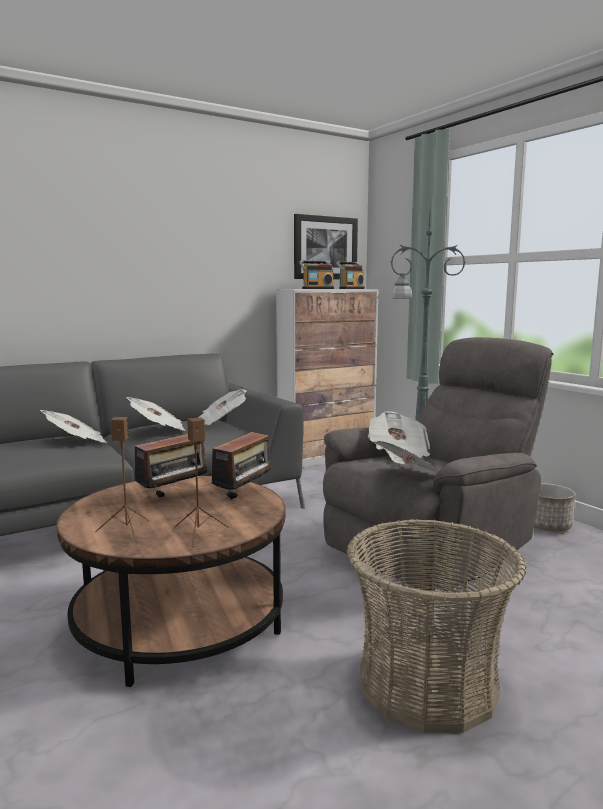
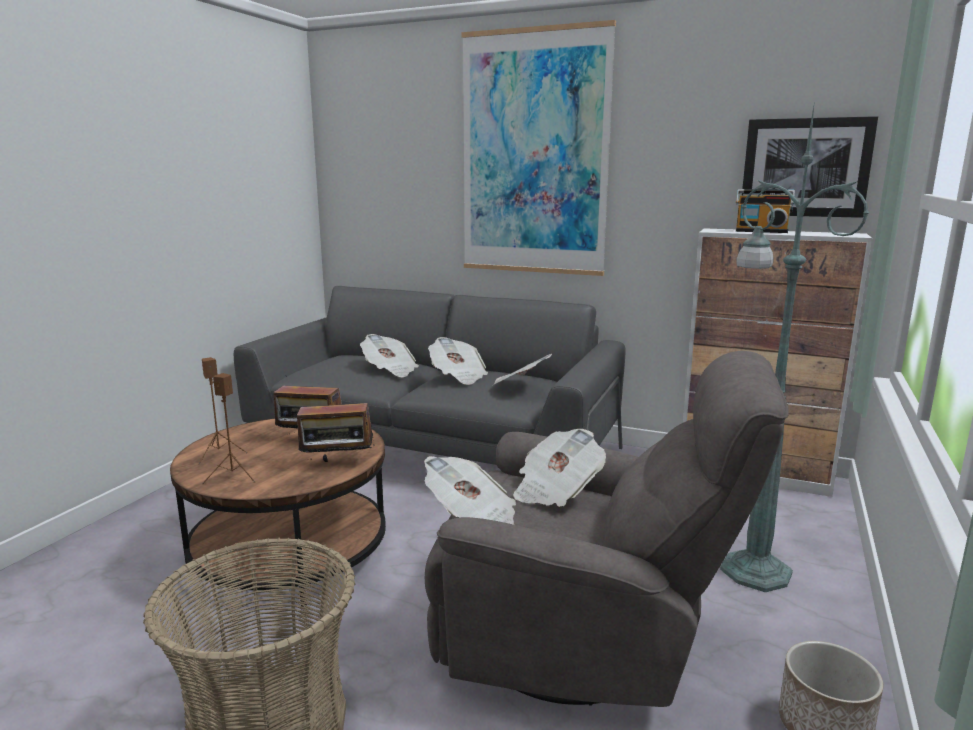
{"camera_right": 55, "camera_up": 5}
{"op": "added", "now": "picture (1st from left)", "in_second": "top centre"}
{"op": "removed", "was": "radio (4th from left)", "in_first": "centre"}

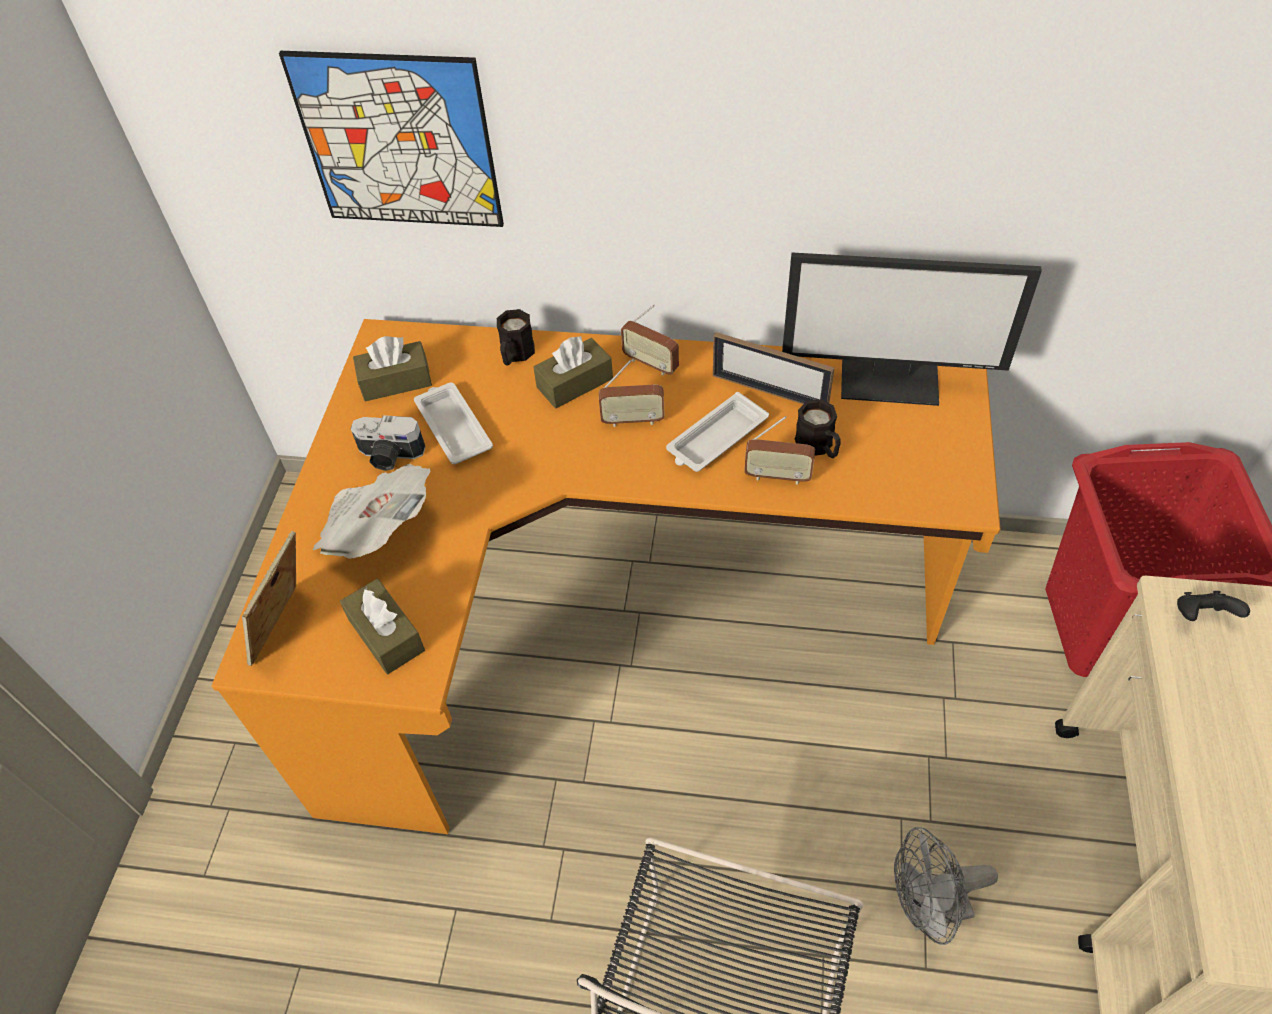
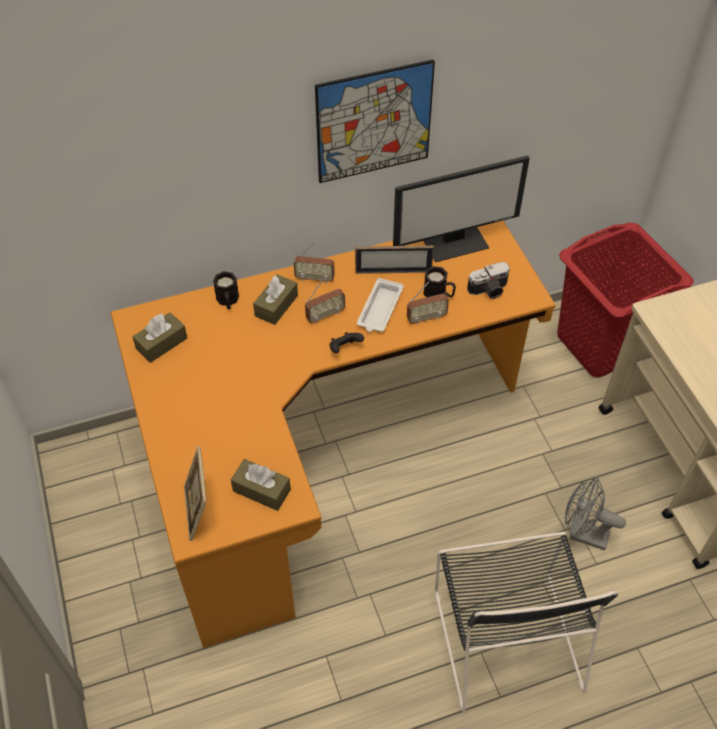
{"camera_right": -30, "camera_up": 0}
{"op": "moved", "was": "picture", "in_first": "top left", "in_second": "top centre"}
{"op": "moved", "was": "game controller (black)", "in_first": "middle right", "in_second": "centre"}
{"op": "moved", "was": "photo camera", "in_first": "middle left", "in_second": "middle right"}
{"op": "turned", "was": "fan (grey)", "in_first": "bottom right", "in_second": "bottom right", "clockwise": 60}
{"op": "removed", "was": "newspaper", "in_first": "middle left"}
{"op": "removed", "was": "tray (white) (1st from left)", "in_first": "centre"}

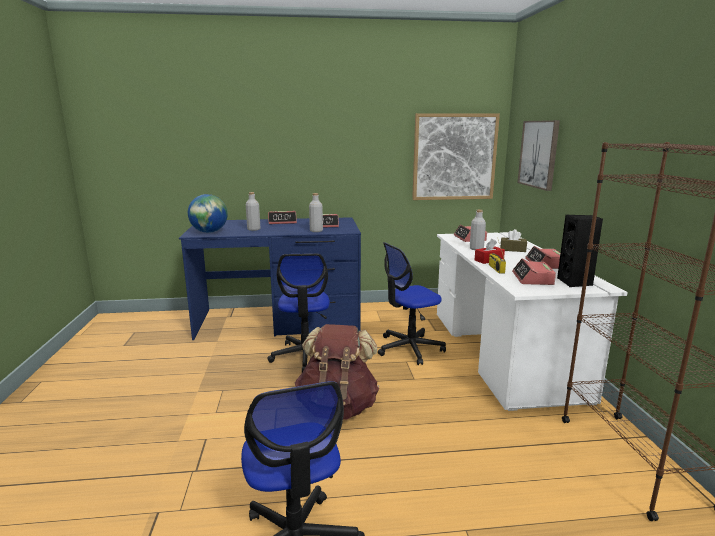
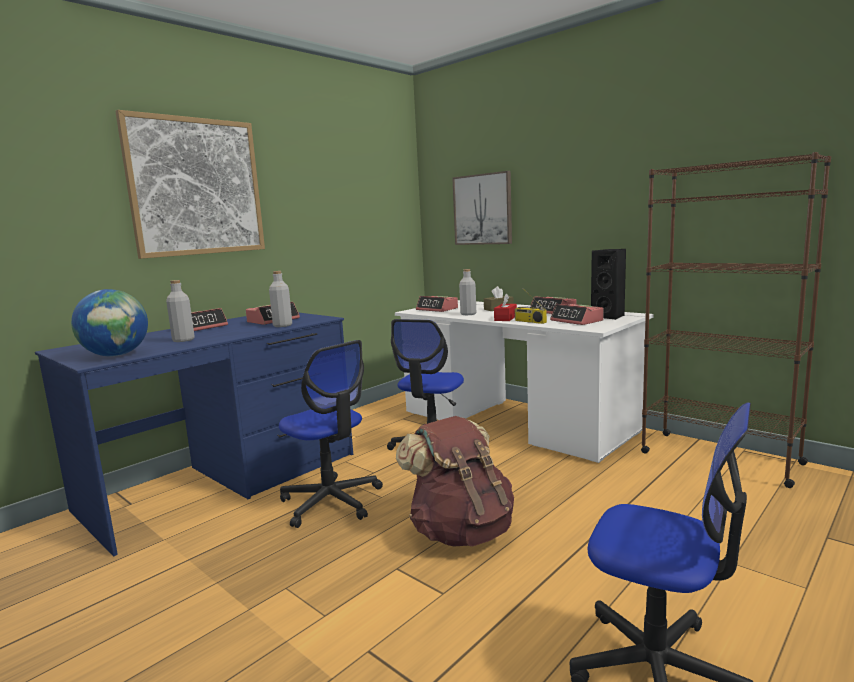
{"camera_right": -40, "camera_up": -5}
{"op": "moved", "was": "picture (1st from left)", "in_first": "top centre", "in_second": "top left"}

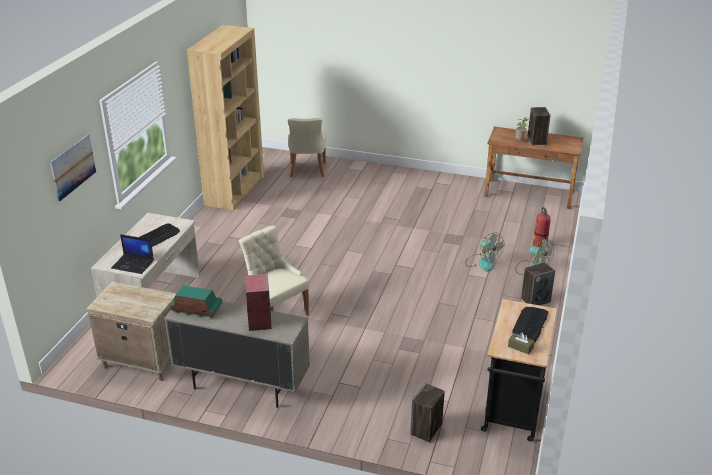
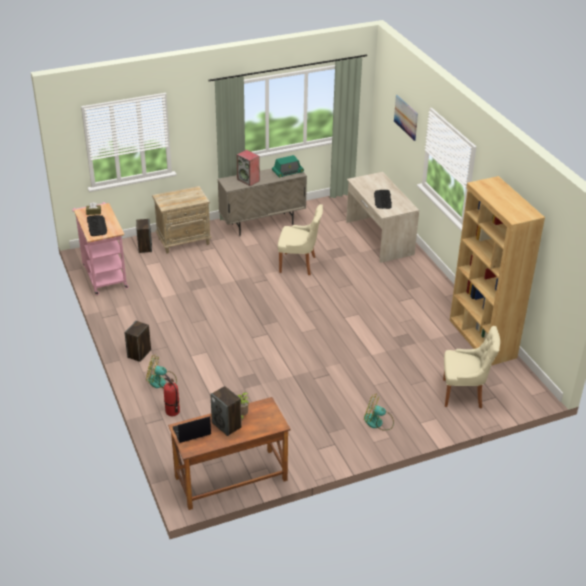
{"camera_right": 140, "camera_up": 5}
{"op": "recoloured", "was": "cart (black)", "now": "cart (pink)", "in_first": "bottom right", "in_second": "middle left"}
{"op": "moved", "was": "nightstand (beige)", "in_first": "bottom left", "in_second": "middle left"}
{"op": "moved", "was": "laptop", "in_first": "middle left", "in_second": "bottom left"}
{"op": "moved", "was": "fan (1st from left in the first image)", "now": "fan (2nd from left)", "in_first": "middle right", "in_second": "bottom centre"}
{"op": "turned", "was": "chair (beige) (2nd from left)", "in_first": "top centre", "in_second": "middle right", "clockwise": 135}

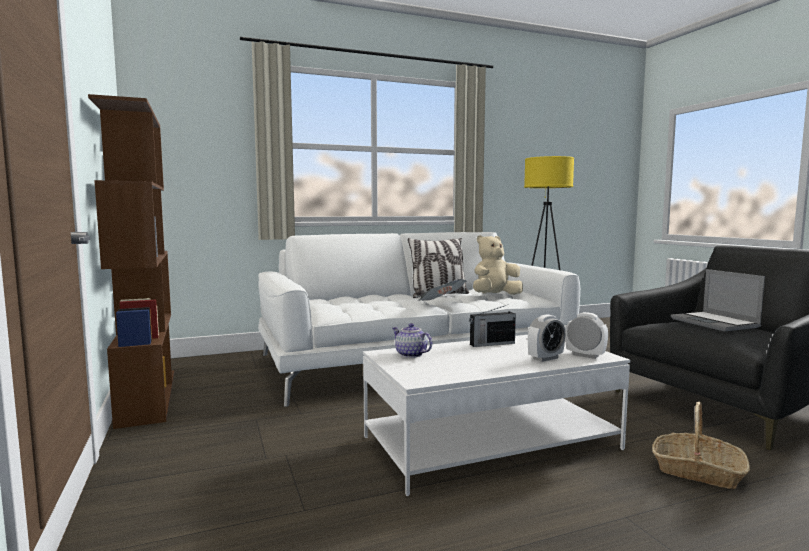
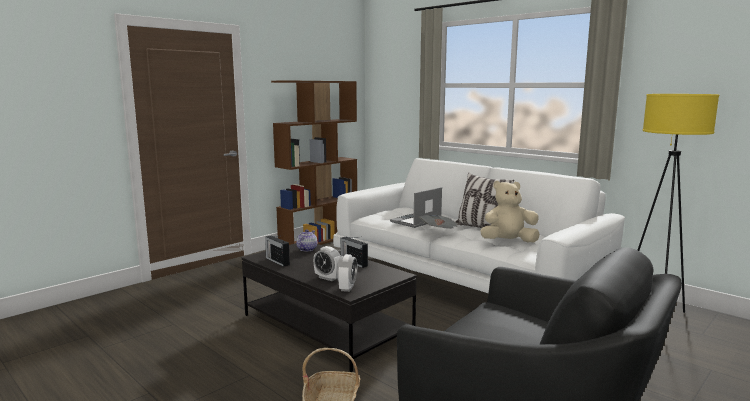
{"camera_right": 65, "camera_up": 5}
{"op": "recoloured", "was": "coffee table (white)", "now": "coffee table (black)", "in_first": "bottom centre", "in_second": "bottom centre"}
{"op": "added", "now": "radio (1st from left)", "in_second": "centre"}
{"op": "moved", "was": "laptop", "in_first": "middle right", "in_second": "centre"}
{"op": "turned", "was": "plush toy (beige)", "in_first": "centre", "in_second": "middle right", "clockwise": -45}

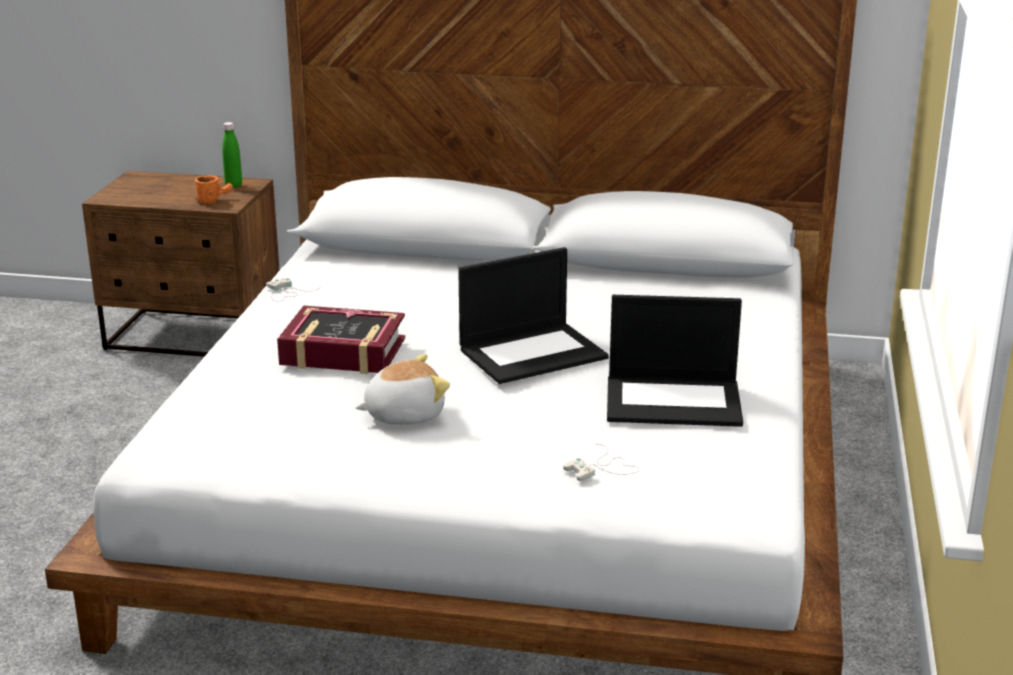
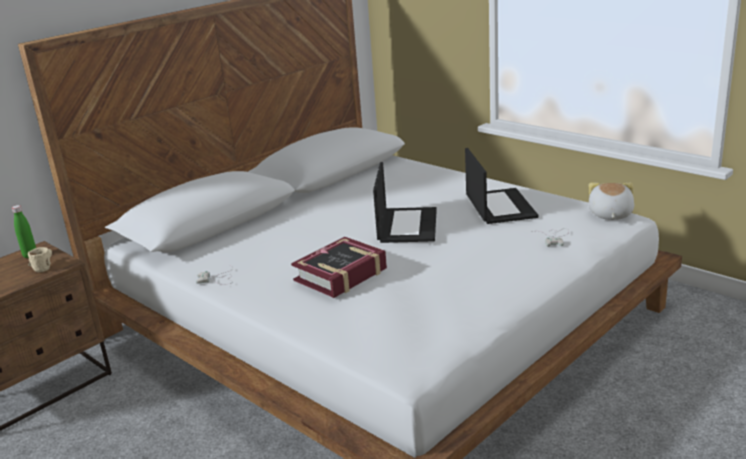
{"camera_right": -55, "camera_up": 0}
{"op": "recoloured", "was": "mug (orange)", "now": "mug (beige)", "in_first": "top left", "in_second": "middle left"}
{"op": "turned", "was": "laptop (2nd from left)", "in_first": "centre", "in_second": "middle right", "clockwise": -45}
{"op": "moved", "was": "plush toy", "in_first": "centre", "in_second": "middle right"}

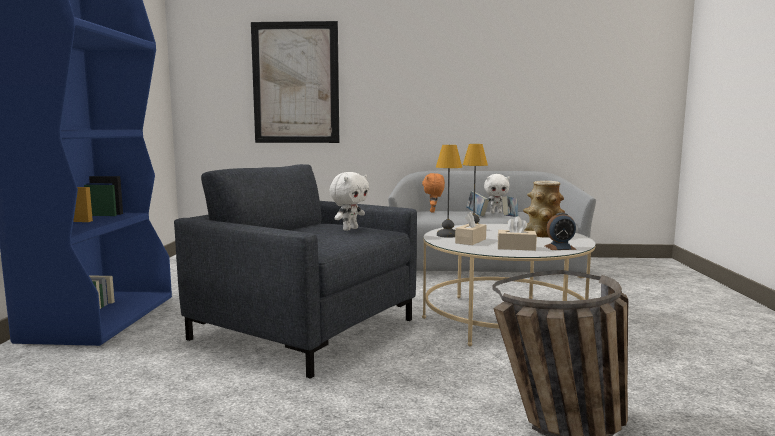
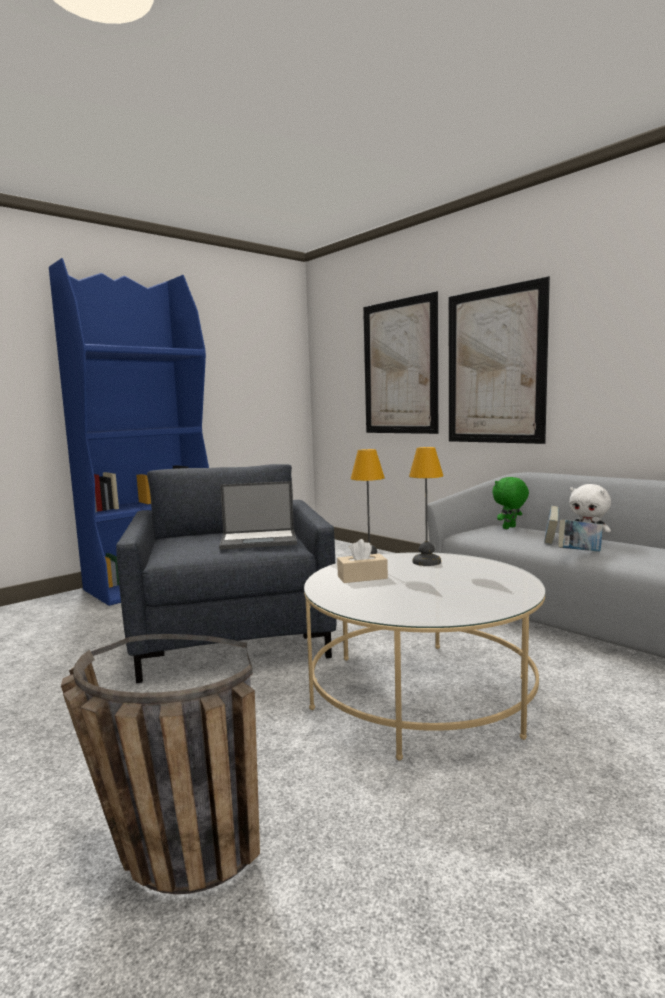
{"camera_right": 45, "camera_up": 0}
{"op": "replaced", "was": "plush toy (white) (1st from left)", "now": "laptop", "in_first": "centre", "in_second": "centre"}
{"op": "added", "now": "picture (2nd from left)", "in_second": "middle right"}
{"op": "recoloured", "was": "plush toy (orange)", "now": "plush toy (green)", "in_first": "centre", "in_second": "middle right"}
{"op": "removed", "was": "tissue box (beige) (2nd from left)", "in_first": "middle right"}
{"op": "removed", "was": "vase", "in_first": "middle right"}
{"op": "removed", "was": "alarm clock", "in_first": "middle right"}

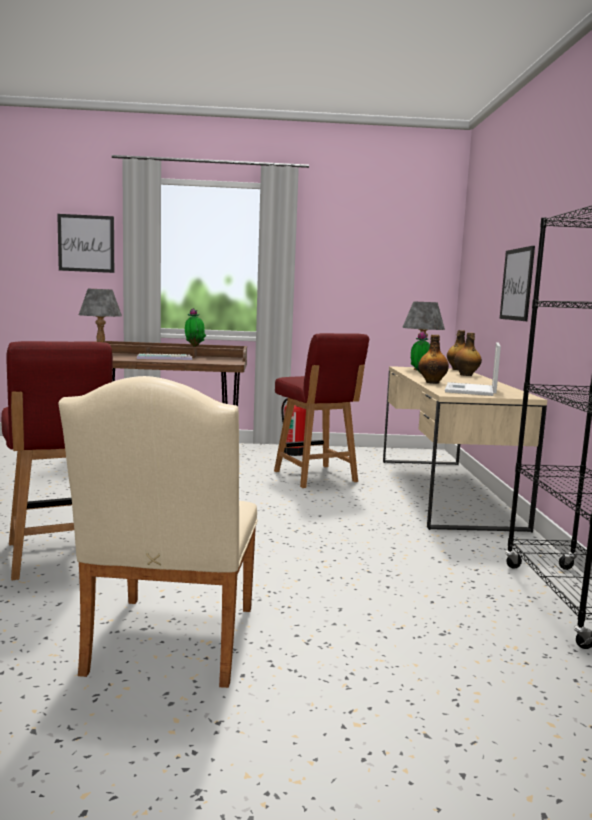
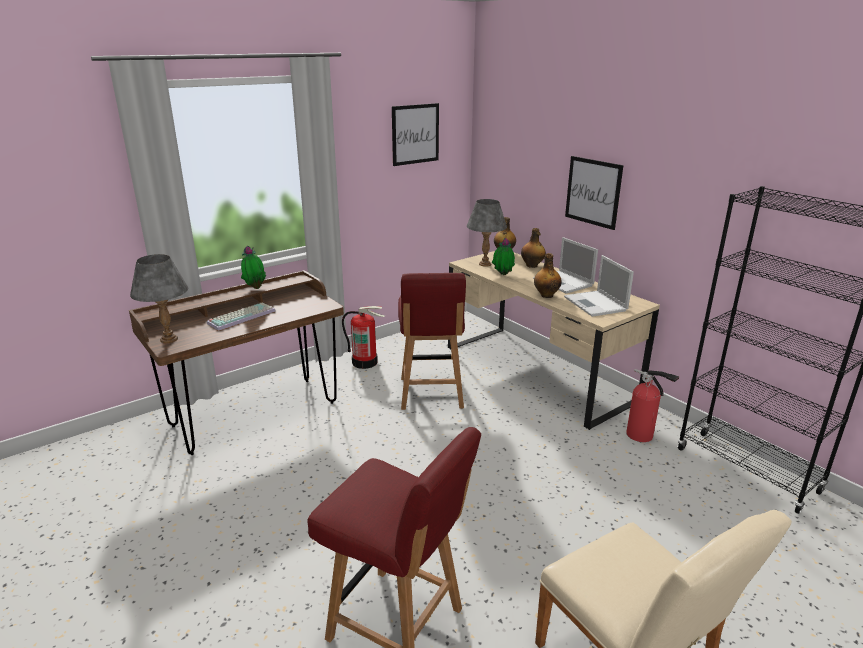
{"camera_right": -35, "camera_up": 15}
{"op": "moved", "was": "picture (1st from left)", "in_first": "top left", "in_second": "top centre"}
{"op": "turned", "was": "chair (red) (2nd from left)", "in_first": "centre", "in_second": "centre", "clockwise": 60}
{"op": "added", "now": "laptop (1st from left)", "in_second": "centre"}
{"op": "added", "now": "fire extinguisher (2nd from left)", "in_second": "middle right"}

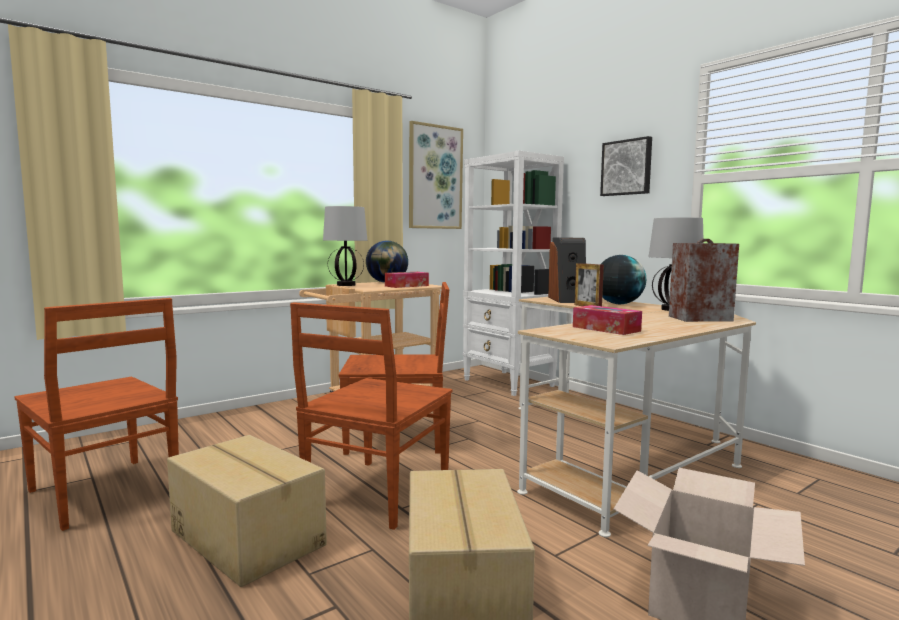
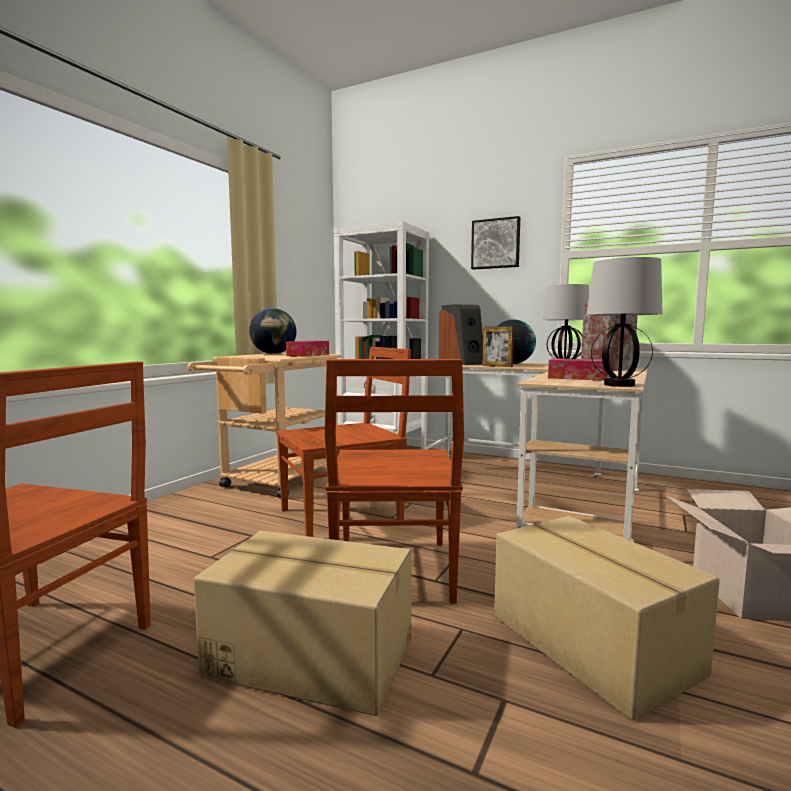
{"camera_right": -25, "camera_up": 0}
{"op": "moved", "was": "table lamp (1st from left in the first image)", "now": "table lamp (2nd from left)", "in_first": "centre", "in_second": "middle right"}
{"op": "removed", "was": "picture (1st from left)", "in_first": "top centre"}

